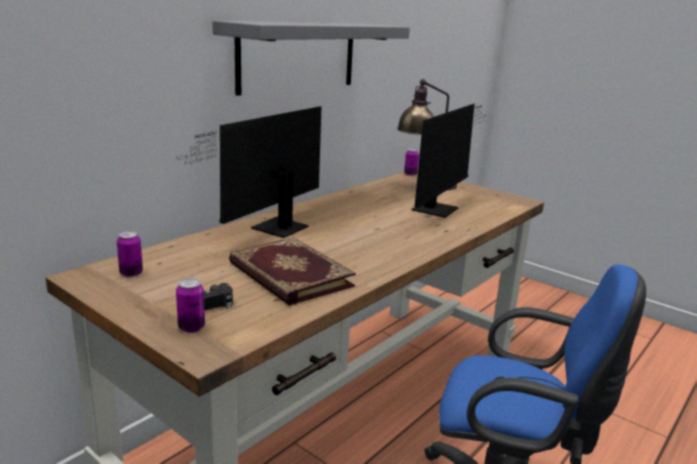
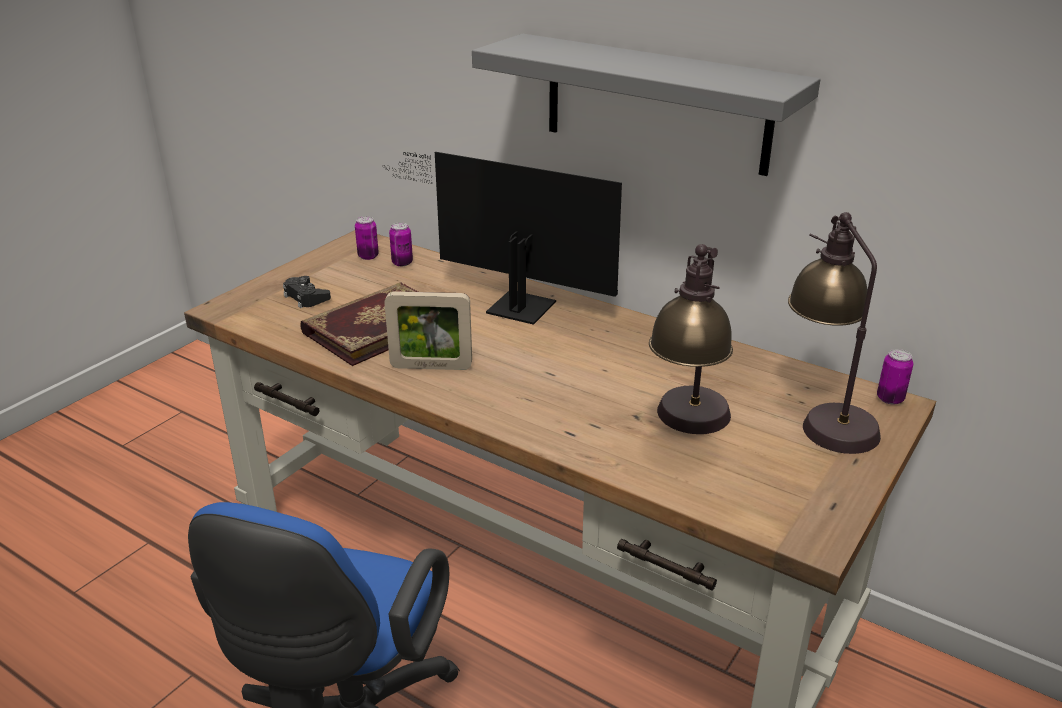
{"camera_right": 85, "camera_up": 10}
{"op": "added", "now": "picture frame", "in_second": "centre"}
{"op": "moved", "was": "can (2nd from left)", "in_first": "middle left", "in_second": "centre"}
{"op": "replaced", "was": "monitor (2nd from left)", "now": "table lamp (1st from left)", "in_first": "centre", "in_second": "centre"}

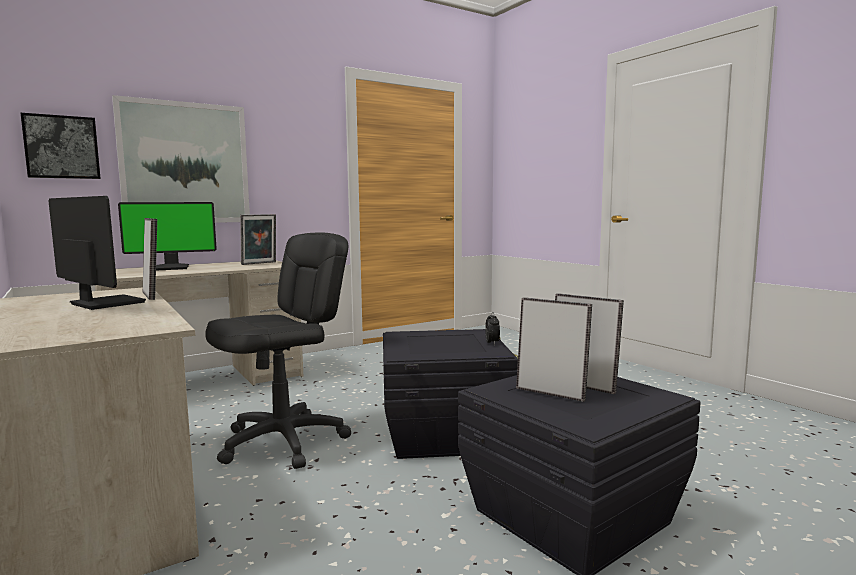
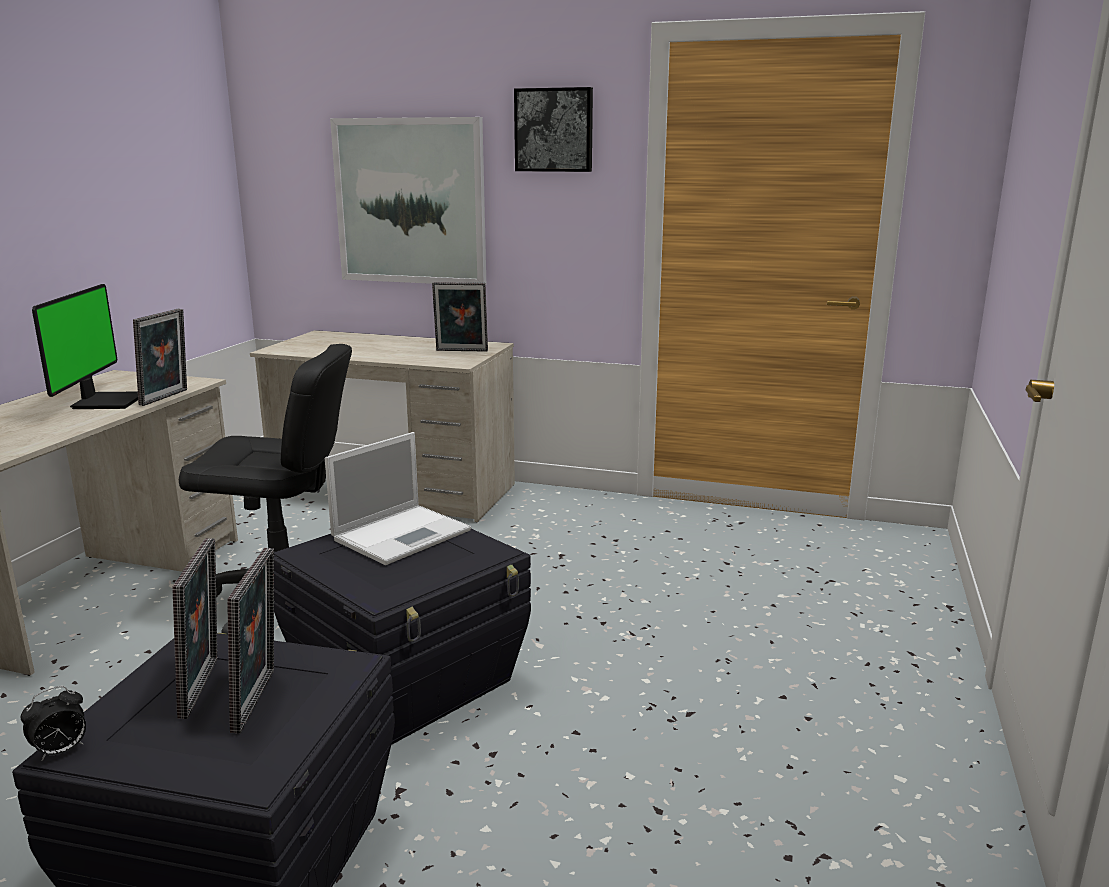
{"camera_right": 50, "camera_up": 10}
{"op": "moved", "was": "alarm clock", "in_first": "centre", "in_second": "bottom left"}
{"op": "added", "now": "laptop", "in_second": "centre"}
{"op": "moved", "was": "picture (1st from left in the first image)", "now": "picture (2nd from left)", "in_first": "top left", "in_second": "top centre"}
{"op": "removed", "was": "monitor (2nd from left)", "in_first": "middle left"}

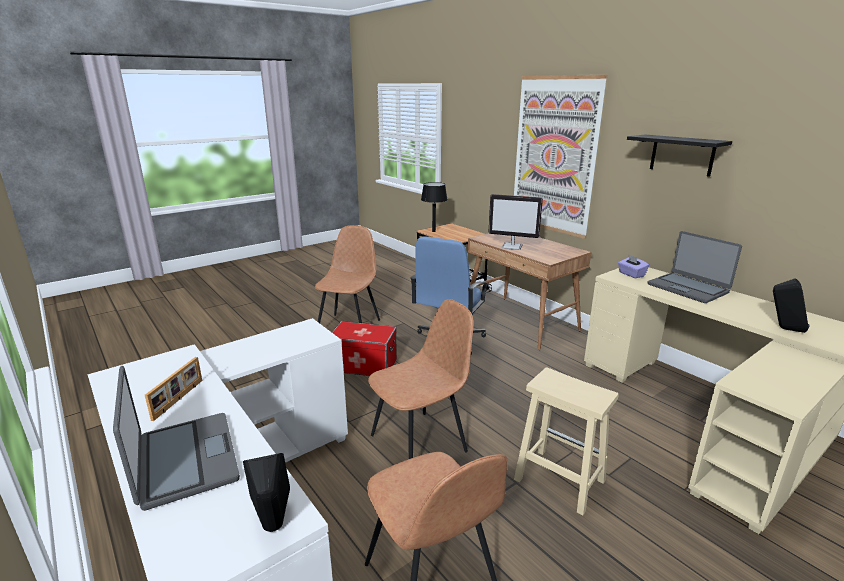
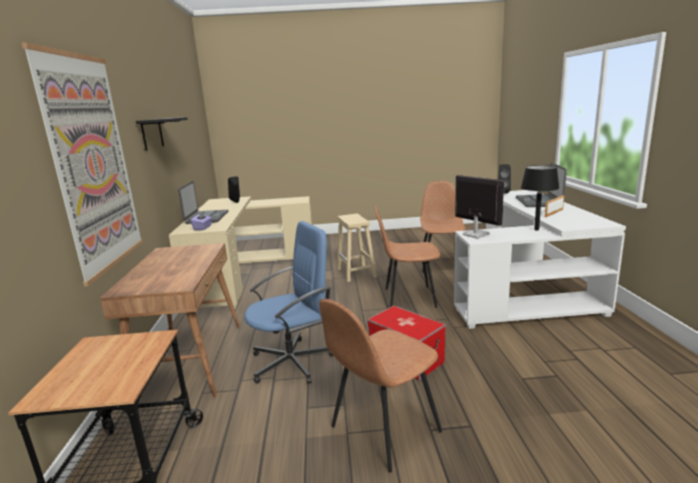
{"camera_right": -145, "camera_up": -5}
{"op": "moved", "was": "monitor", "in_first": "centre", "in_second": "middle right"}
{"op": "moved", "was": "table lamp (black)", "in_first": "centre", "in_second": "middle right"}

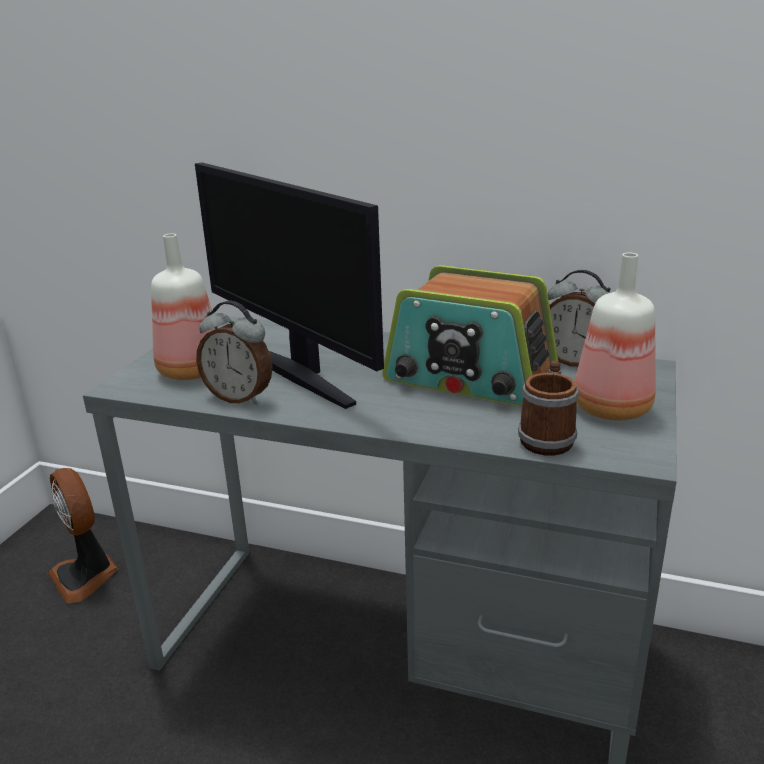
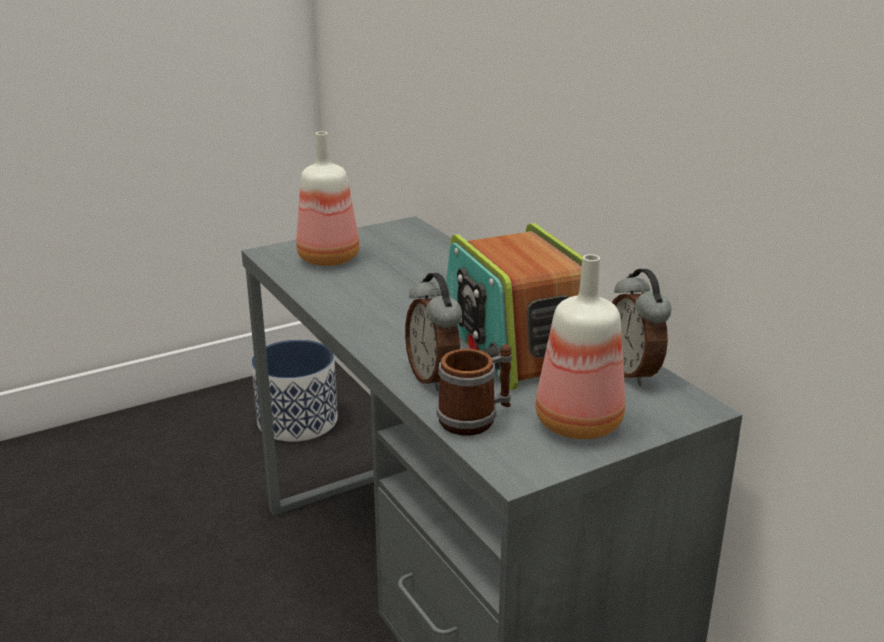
{"camera_right": 40, "camera_up": 0}
{"op": "replaced", "was": "fan", "now": "planter", "in_first": "bottom left", "in_second": "middle left"}
{"op": "moved", "was": "alarm clock (1st from left)", "in_first": "middle left", "in_second": "centre"}
{"op": "removed", "was": "monitor", "in_first": "centre"}

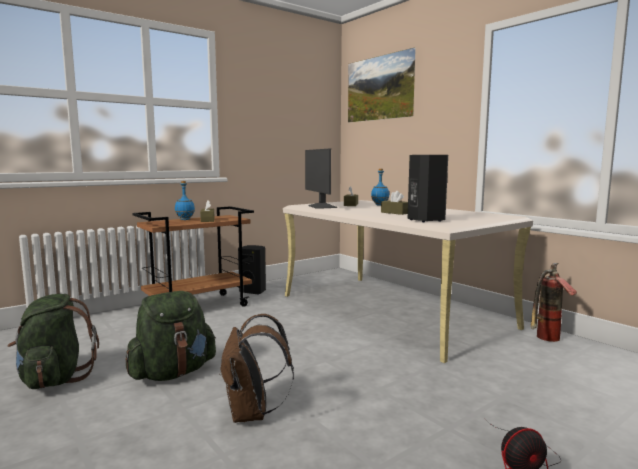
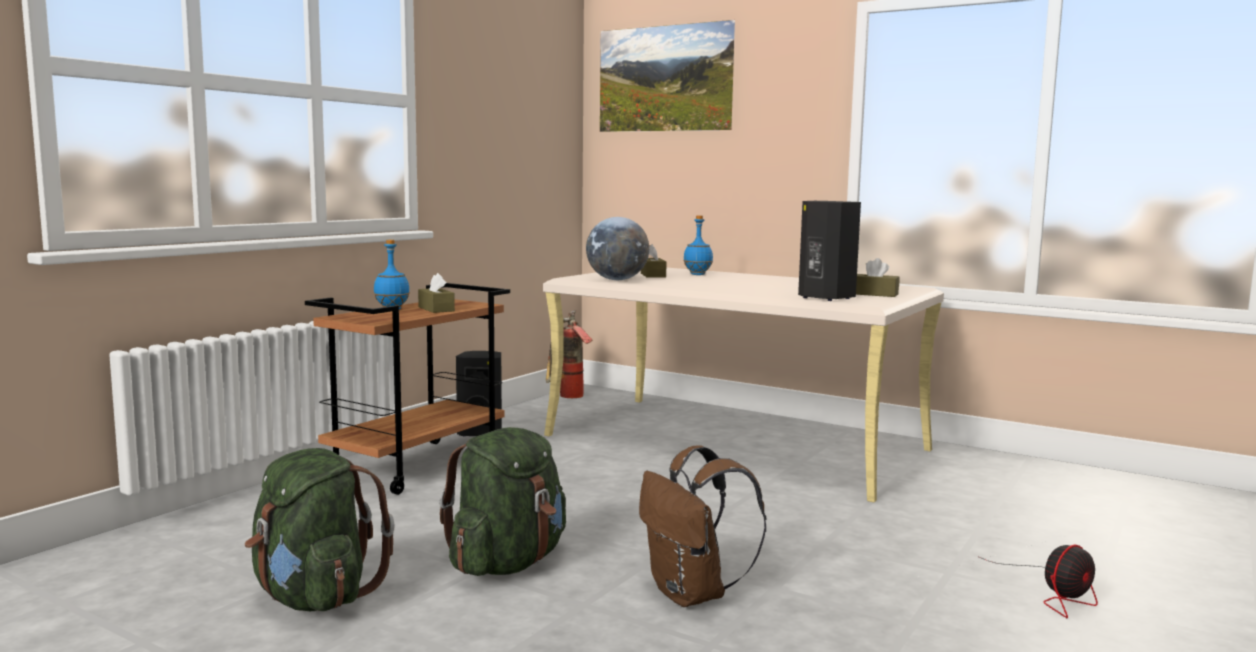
{"camera_right": -20, "camera_up": 0}
{"op": "moved", "was": "fire extinguisher", "in_first": "middle right", "in_second": "centre"}
{"op": "replaced", "was": "monitor", "now": "globe", "in_first": "centre", "in_second": "centre"}
{"op": "moved", "was": "tissue box (brown) (3rd from left)", "in_first": "centre", "in_second": "middle right"}

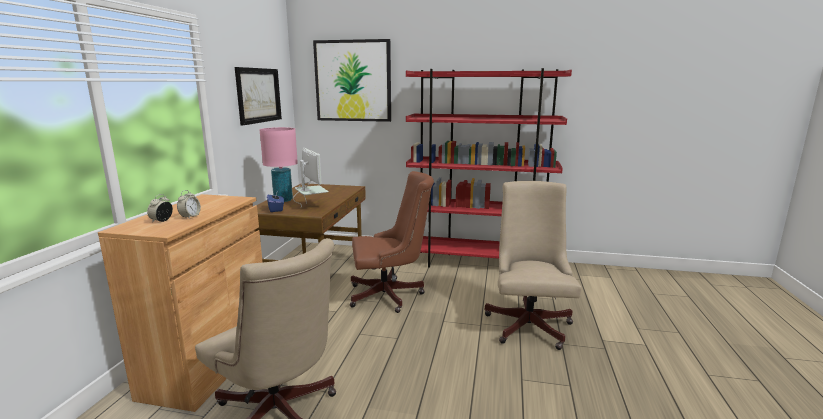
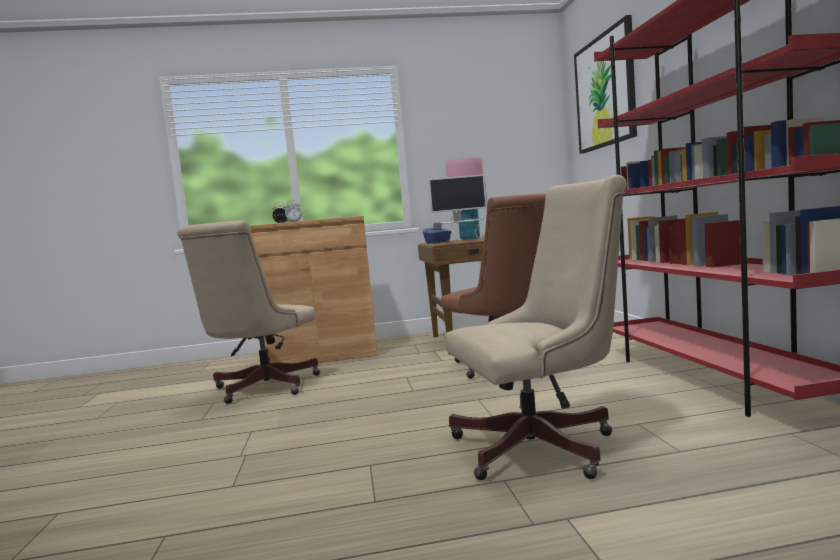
{"camera_right": 70, "camera_up": -10}
{"op": "turned", "was": "monitor", "in_first": "centre", "in_second": "centre", "clockwise": 45}
{"op": "removed", "was": "picture (1st from left)", "in_first": "top left"}

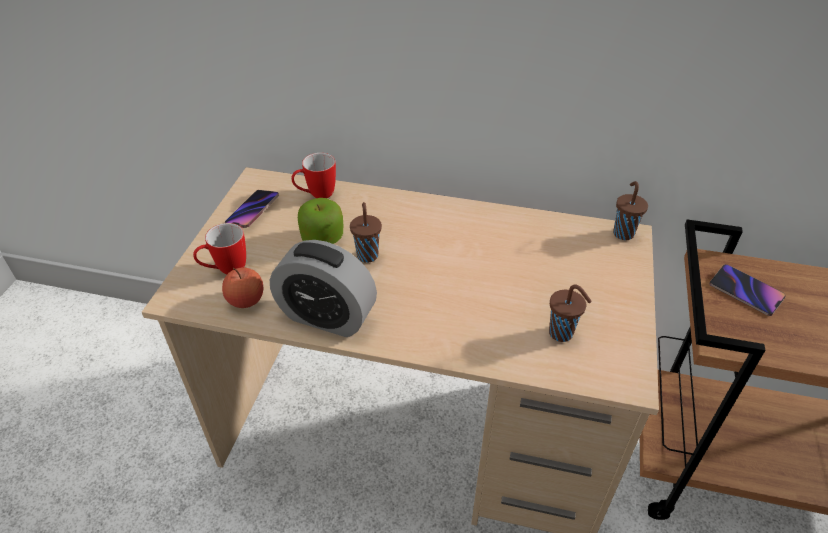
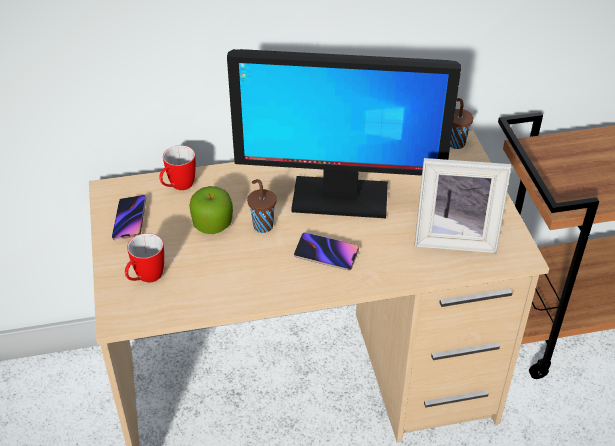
{"camera_right": -25, "camera_up": 0}
{"op": "added", "now": "monitor", "in_second": "top centre"}
{"op": "moved", "was": "phone (2nd from left)", "in_first": "middle right", "in_second": "centre"}
{"op": "replaced", "was": "cup (brown) (2nd from left)", "now": "picture frame", "in_first": "middle right", "in_second": "middle right"}
{"op": "removed", "was": "apple (1st from left)", "in_first": "middle left"}
{"op": "removed", "was": "alarm clock", "in_first": "centre"}

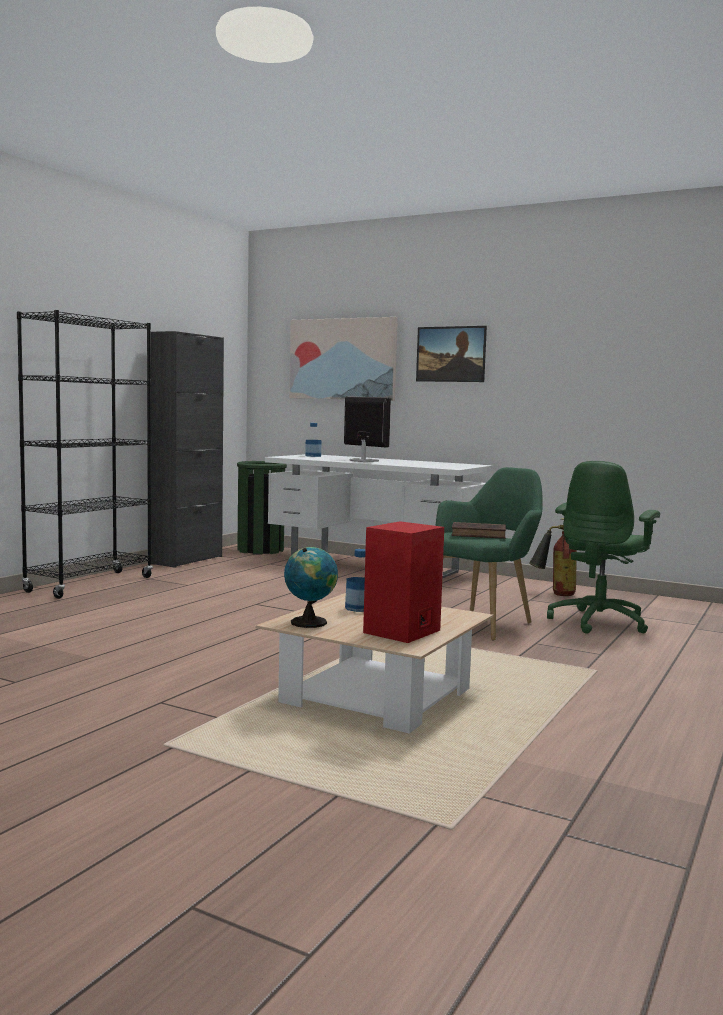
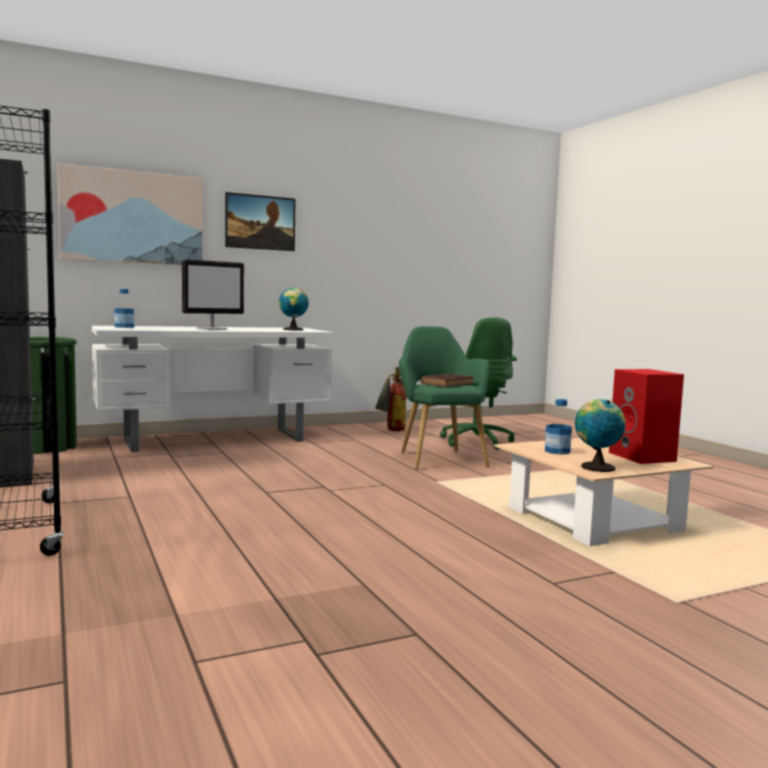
{"camera_right": -55, "camera_up": 0}
{"op": "turned", "was": "monitor", "in_first": "centre", "in_second": "middle left", "clockwise": 150}
{"op": "added", "now": "globe (1st from left)", "in_second": "centre"}

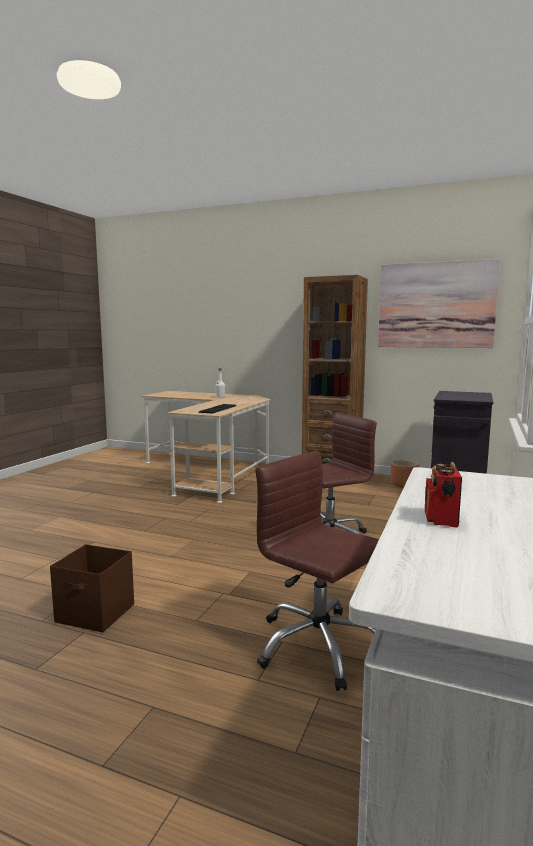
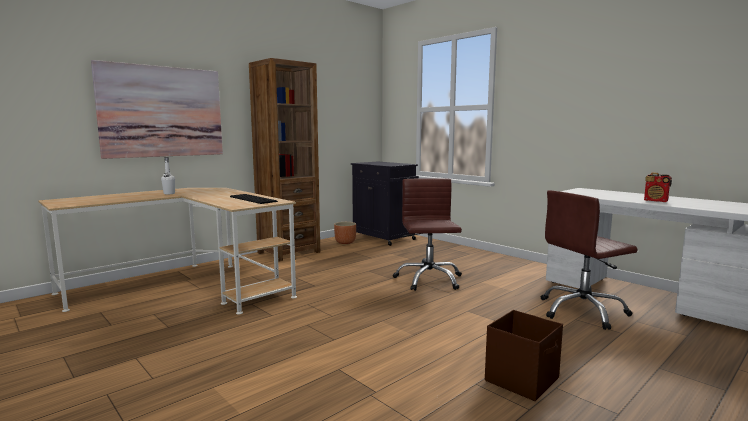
{"camera_right": -65, "camera_up": 0}
{"op": "moved", "was": "picture", "in_first": "middle right", "in_second": "top left"}

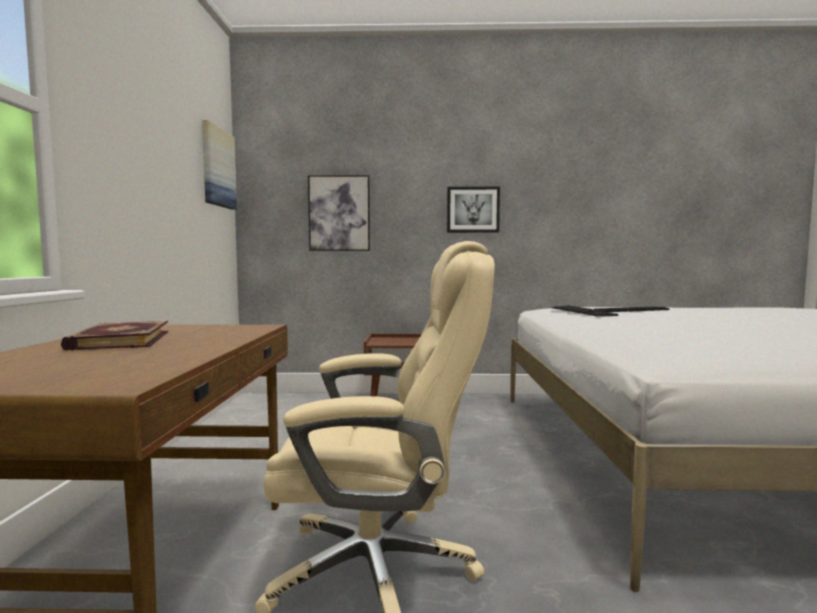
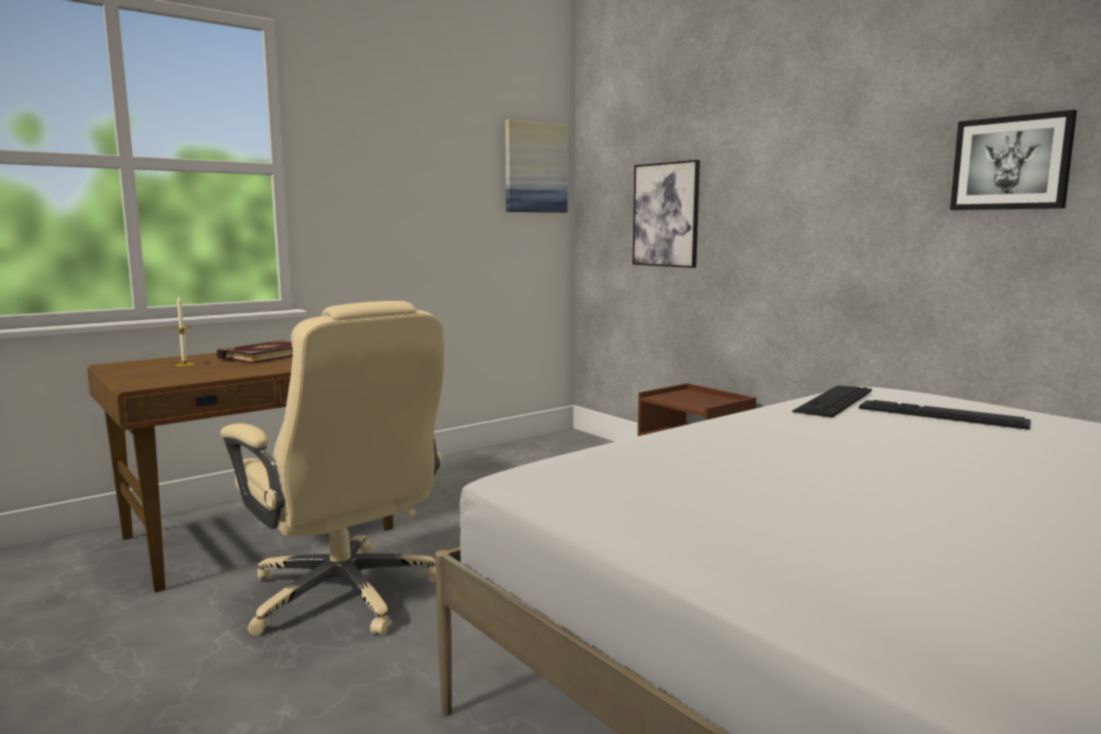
{"camera_right": 50, "camera_up": 5}
{"op": "added", "now": "candle", "in_second": "middle left"}
{"op": "moved", "was": "picture (3rd from left)", "in_first": "centre", "in_second": "top right"}

